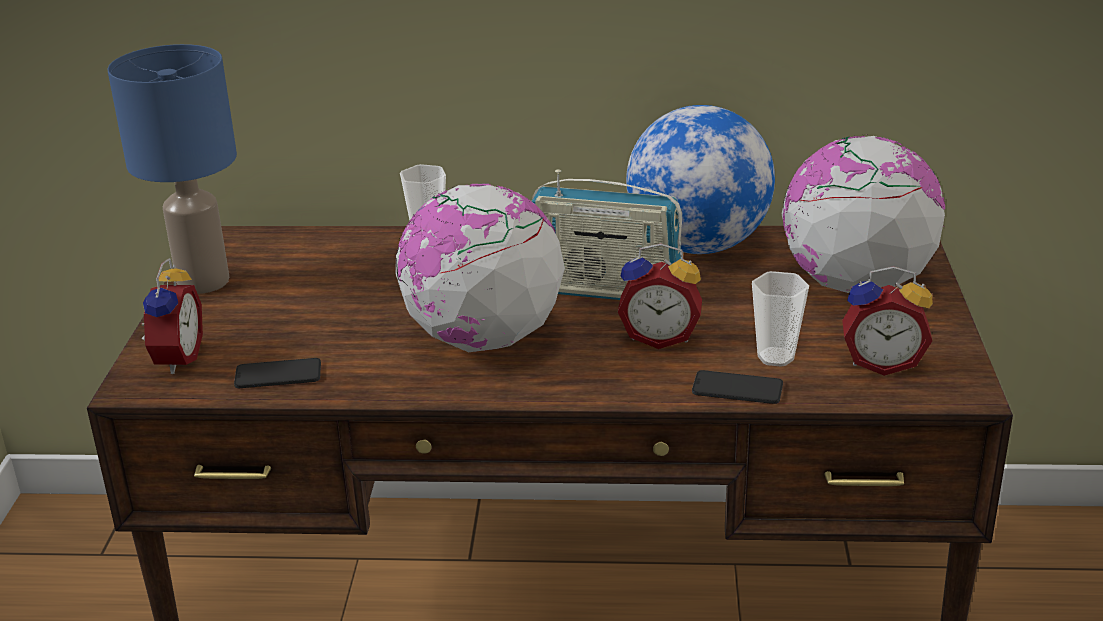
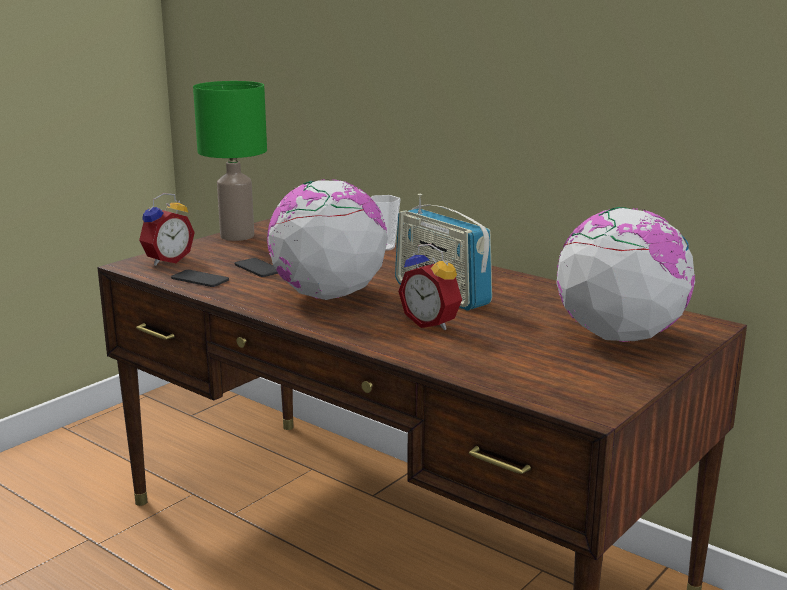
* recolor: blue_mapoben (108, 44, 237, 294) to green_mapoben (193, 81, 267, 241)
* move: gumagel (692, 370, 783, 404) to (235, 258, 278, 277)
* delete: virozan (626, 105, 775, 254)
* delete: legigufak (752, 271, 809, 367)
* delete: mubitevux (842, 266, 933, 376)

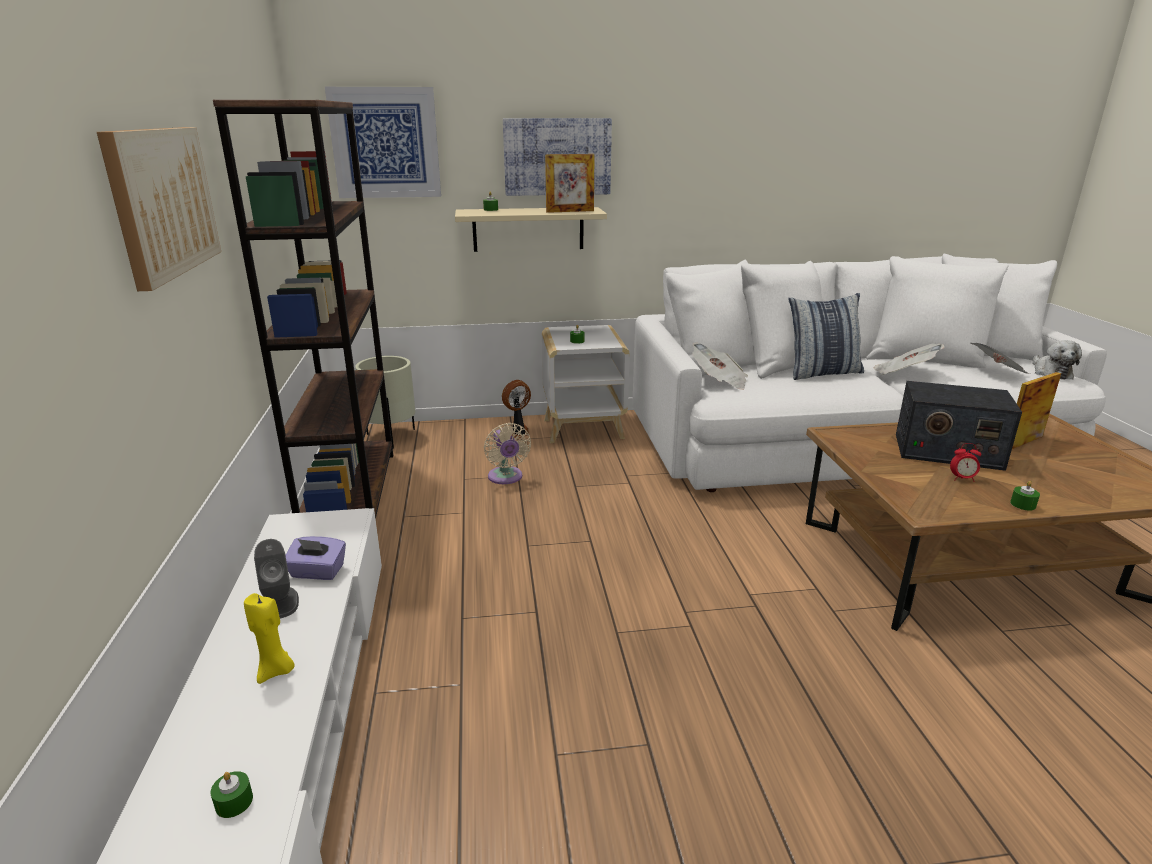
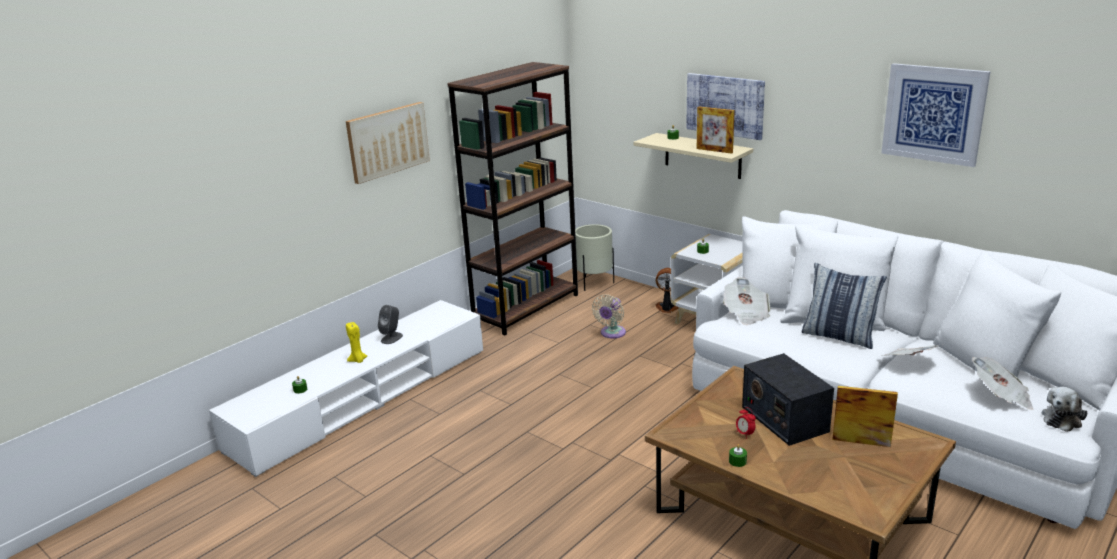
* move: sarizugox (325, 87, 441, 198) to (882, 63, 990, 167)
* delete: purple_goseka (286, 536, 346, 580)

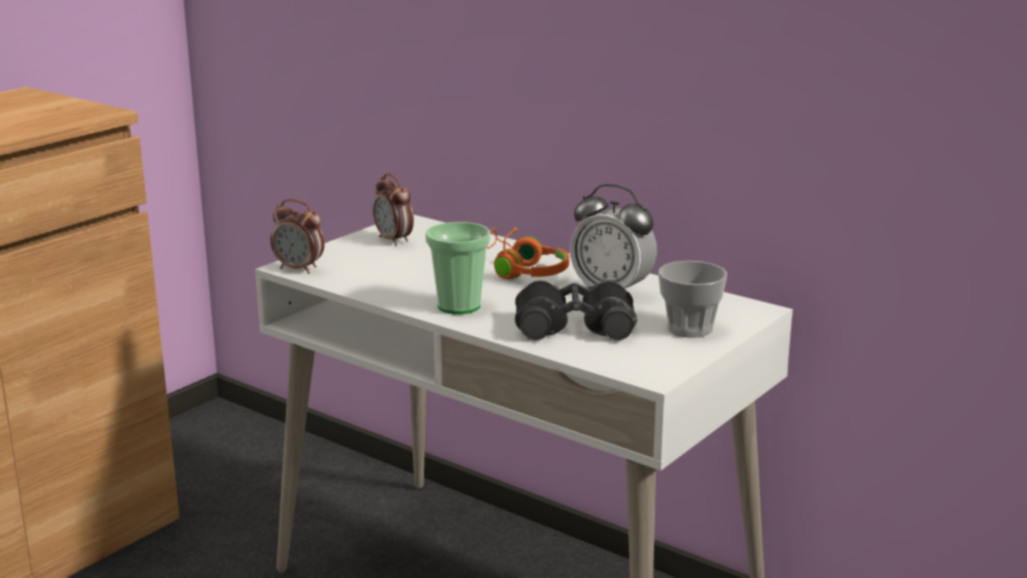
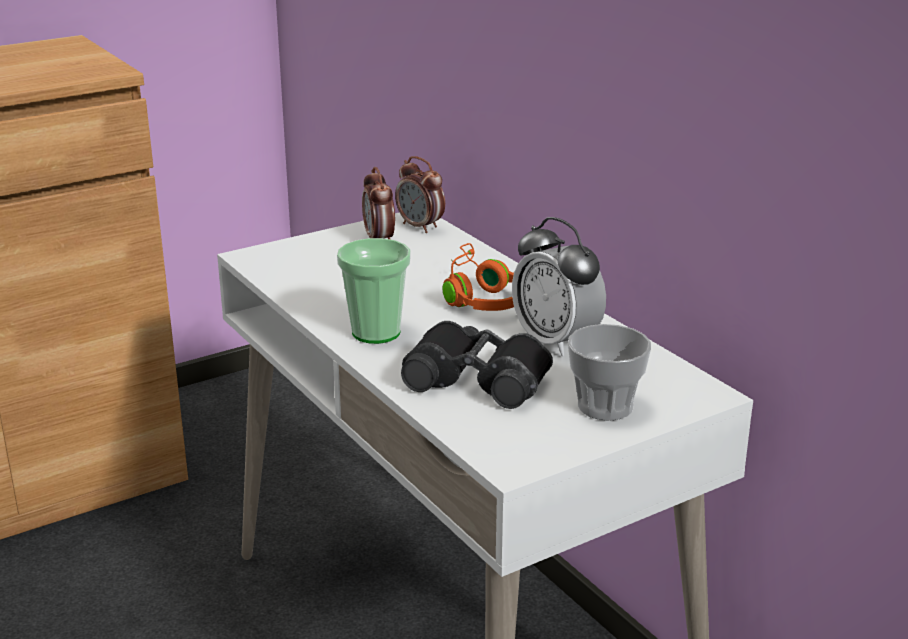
* move: mubitevux (270, 199, 325, 274) to (395, 156, 445, 233)

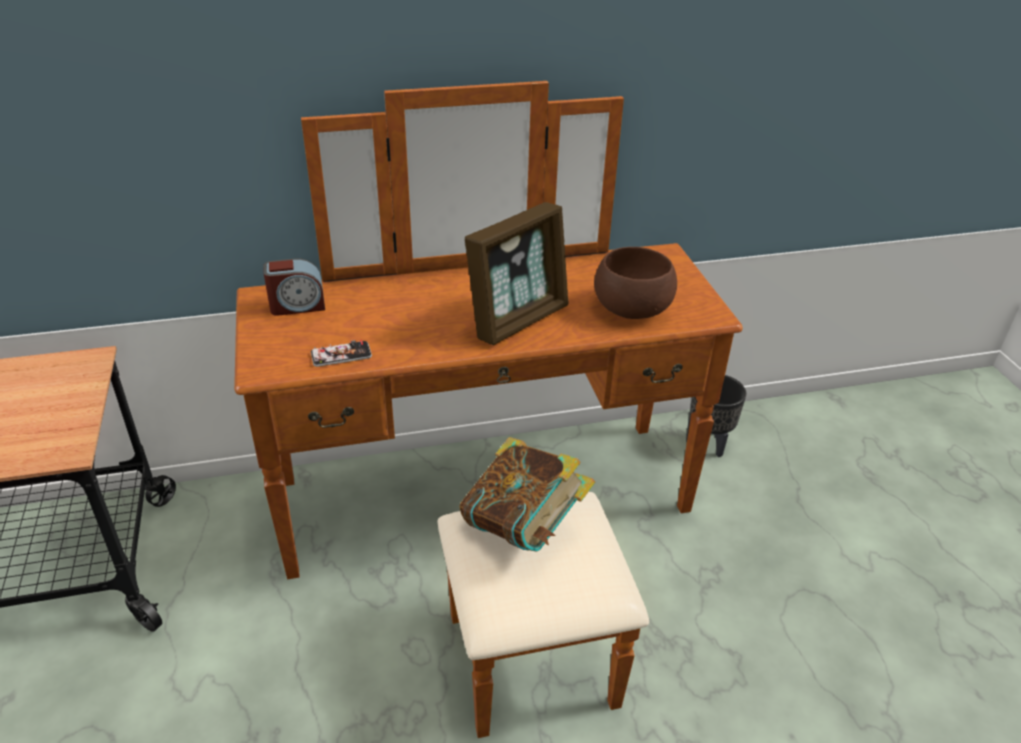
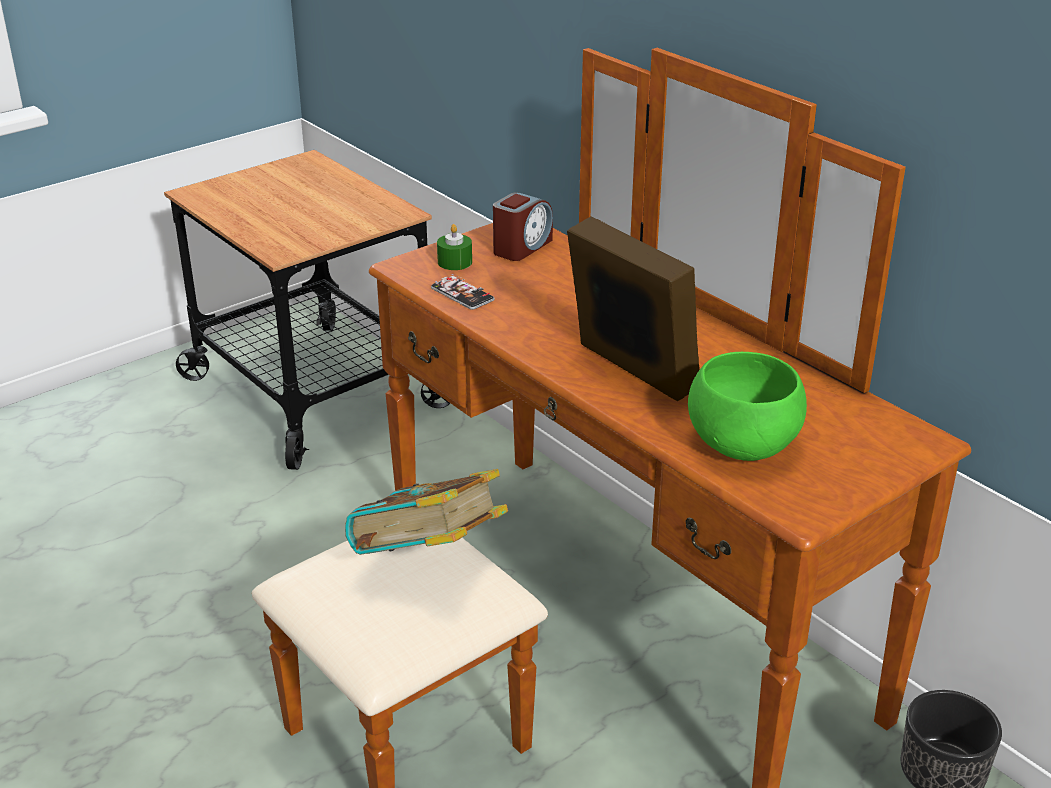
* insert: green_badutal (437, 224, 472, 270)
* rotate: mubitevux (263, 258, 325, 316) = (493, 192, 553, 261) 105 degrees counterclockwise
* rotate: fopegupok (465, 202, 568, 345) = (567, 216, 699, 401) 150 degrees counterclockwise
* recolor: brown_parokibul (594, 247, 677, 319) to green_parokibul (688, 352, 807, 461)

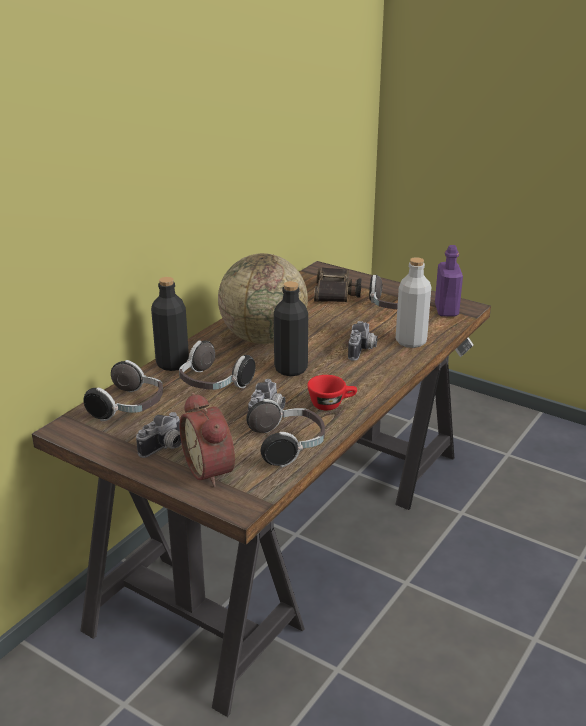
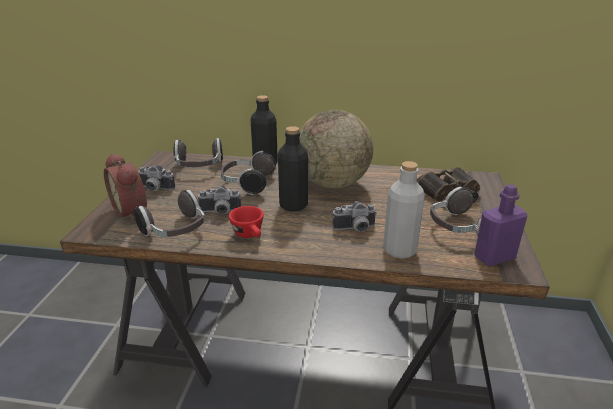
* rotate: mubitevux (180, 393, 235, 487) = (104, 153, 147, 221) 75 degrees counterclockwise

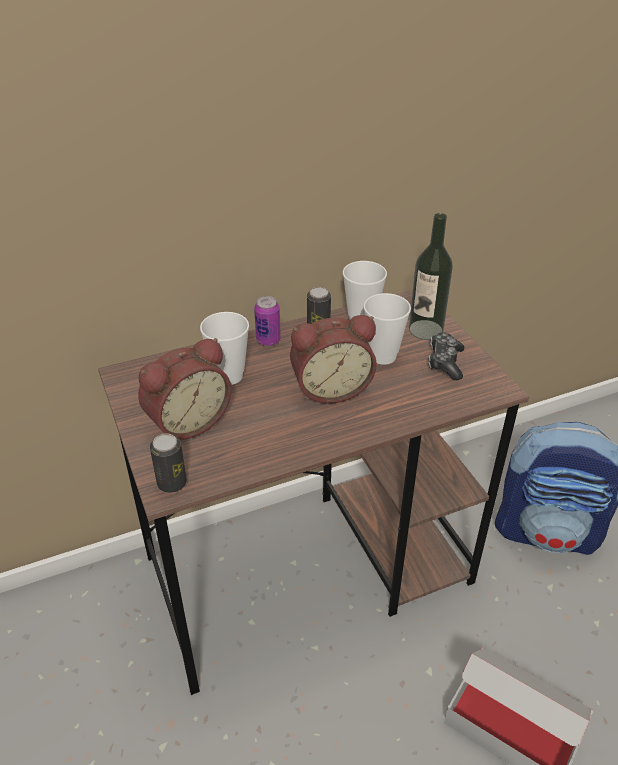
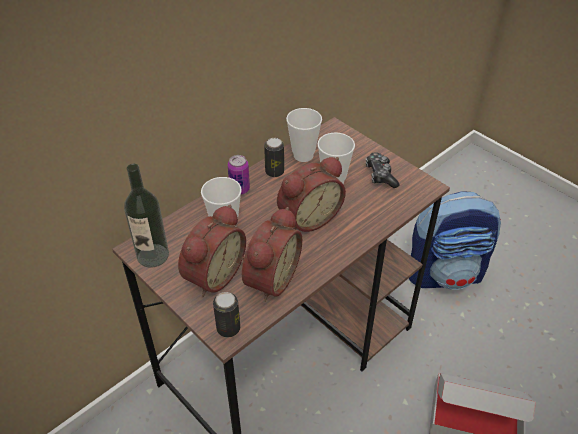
* move: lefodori (409, 213, 453, 340) to (124, 164, 169, 268)
* insert: mubitevux (242, 207, 302, 302)

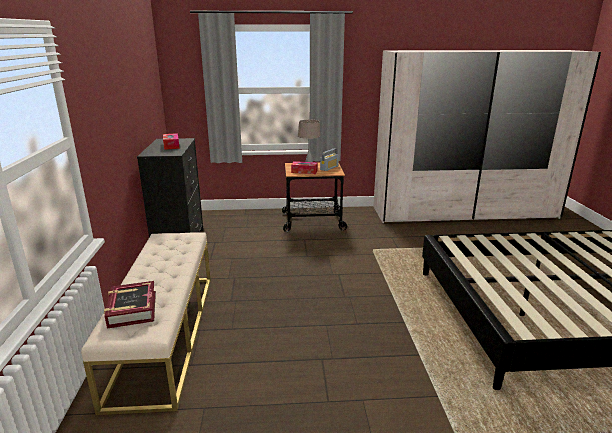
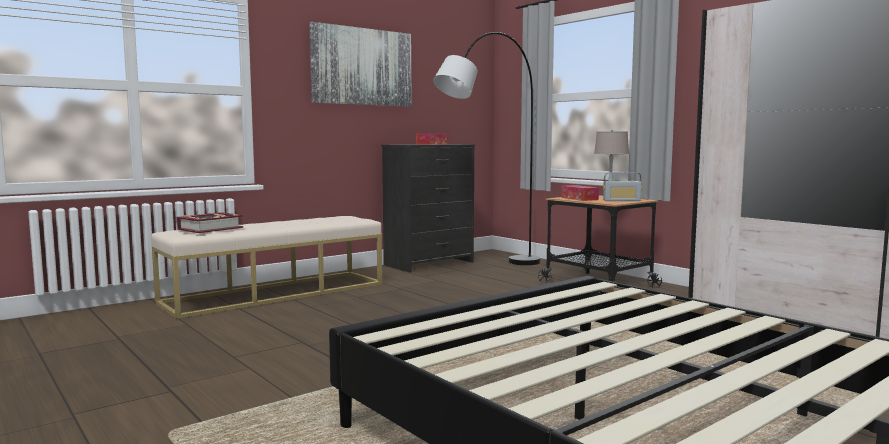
* insert: sarizugox (309, 22, 412, 106)
* insert: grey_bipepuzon (433, 32, 540, 265)

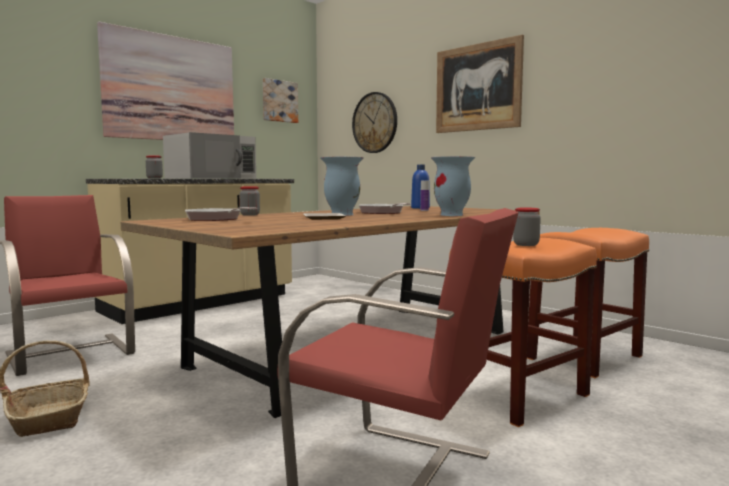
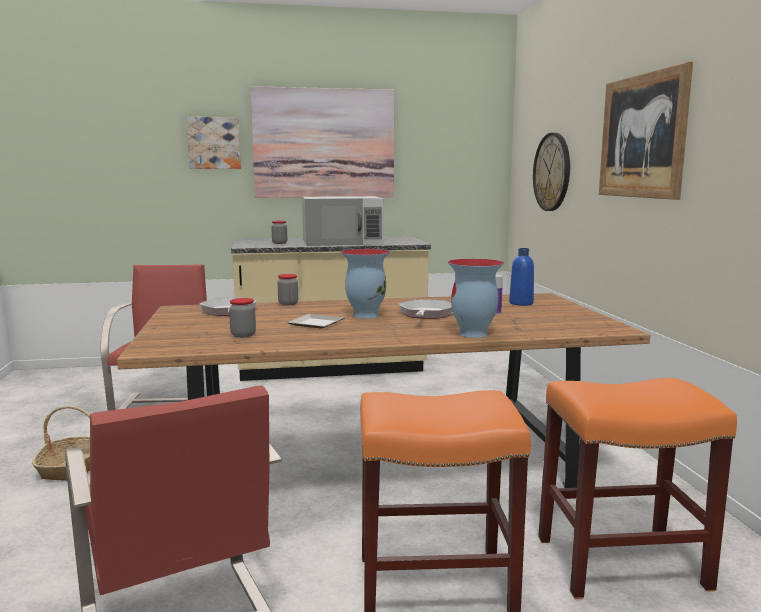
* move: sarizugox (263, 78, 298, 123) to (187, 117, 241, 169)
* move: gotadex (513, 208, 541, 246) to (229, 298, 256, 338)

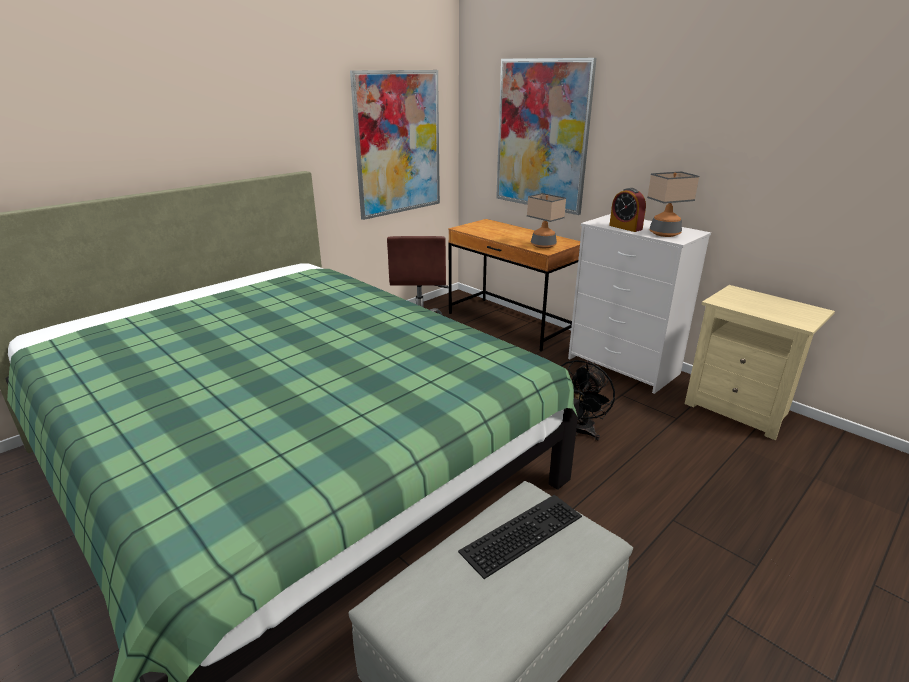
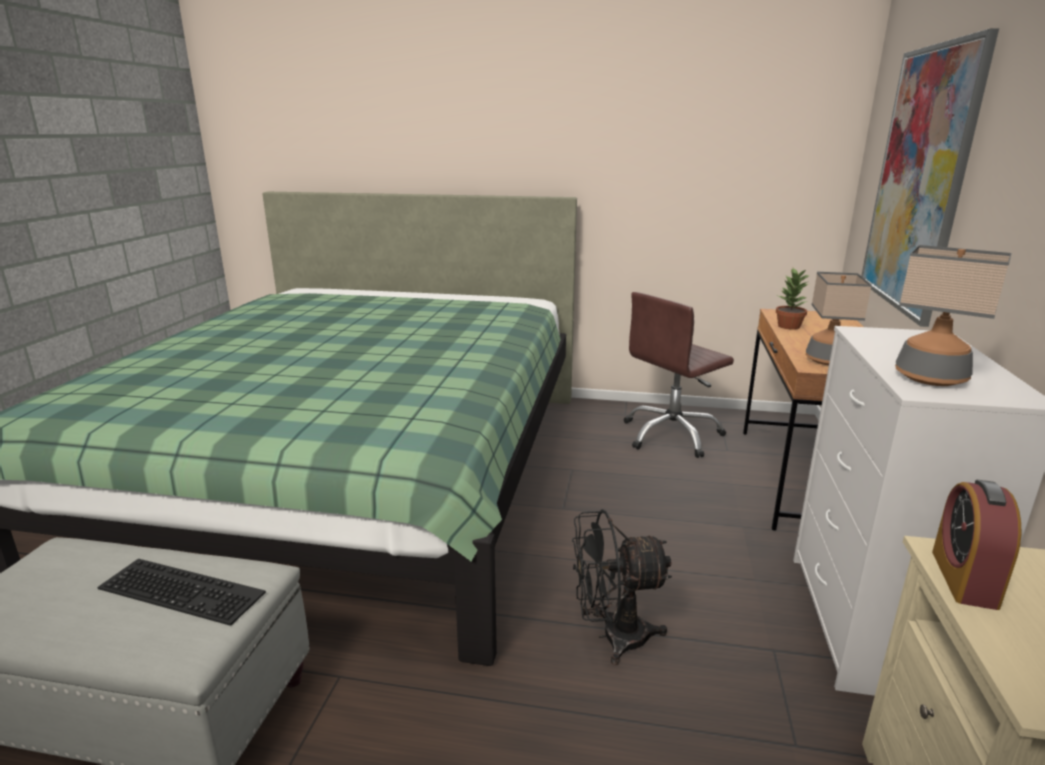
* insert: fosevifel (776, 268, 810, 330)
* move: mubitevux (609, 188, 646, 232) to (932, 480, 1021, 610)
* delete: sarizugox (350, 70, 440, 220)

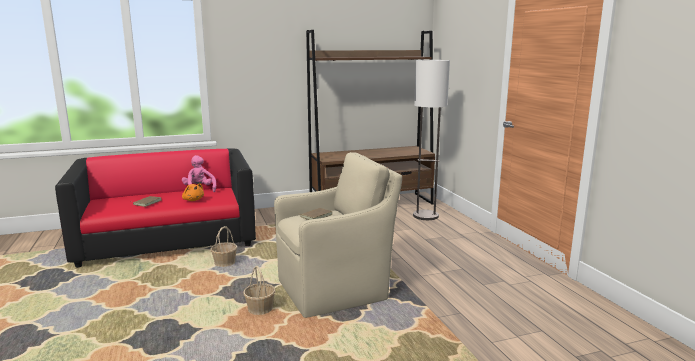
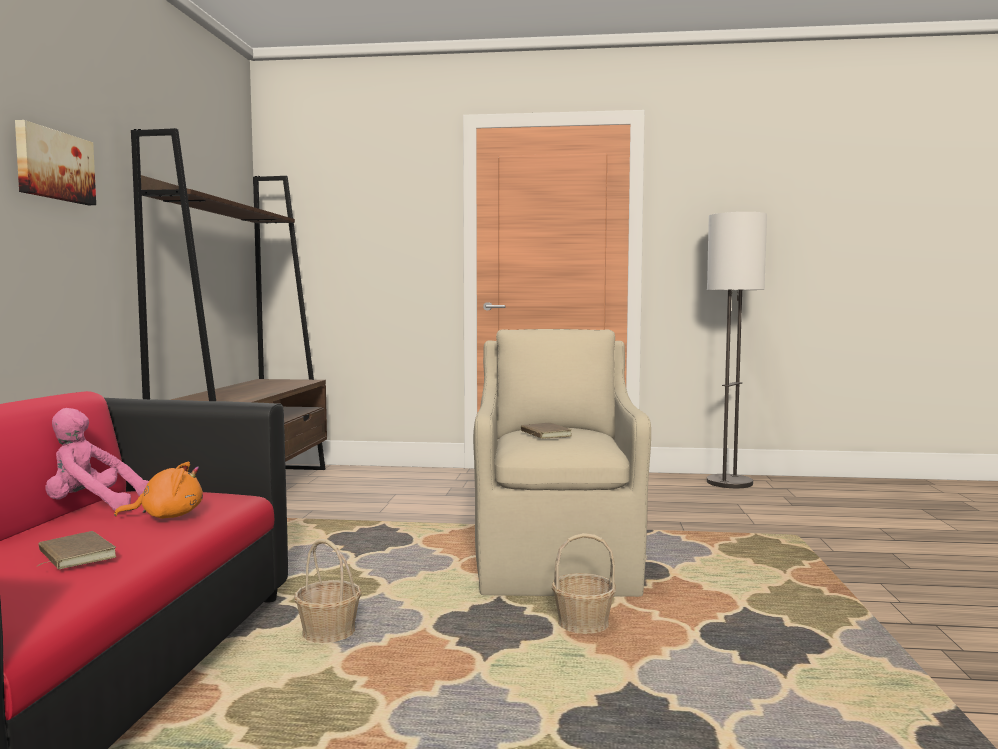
* insert: sarizugox (15, 120, 96, 205)
* move: bipepuzon (413, 60, 450, 220) to (707, 212, 767, 488)

